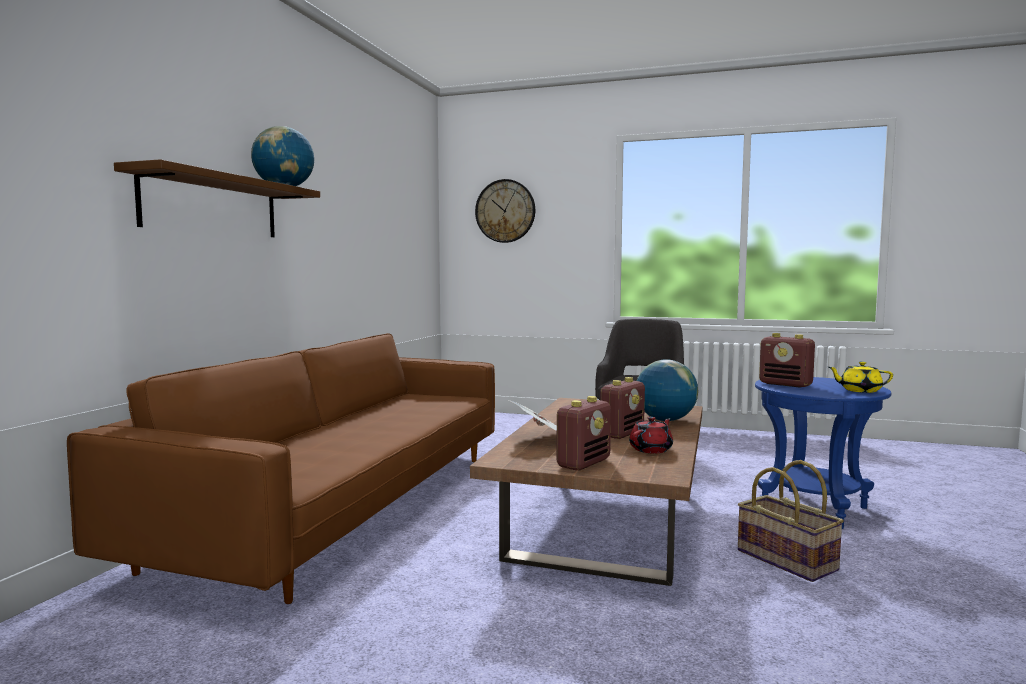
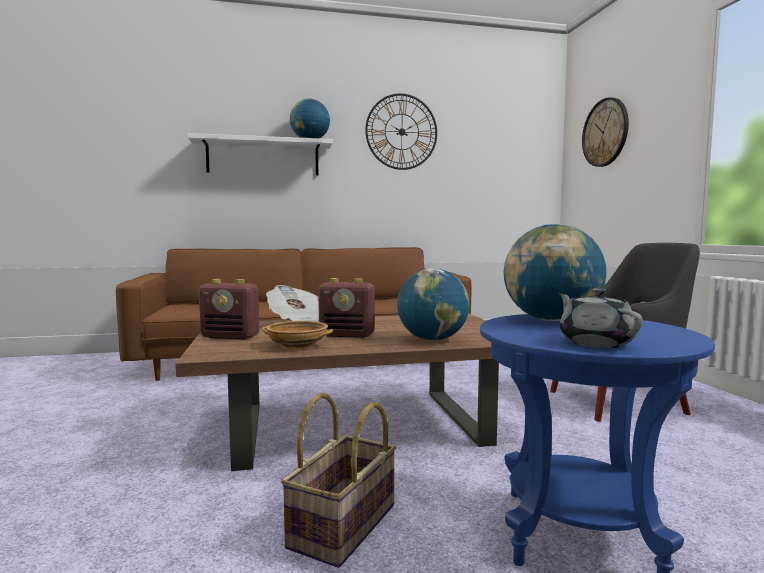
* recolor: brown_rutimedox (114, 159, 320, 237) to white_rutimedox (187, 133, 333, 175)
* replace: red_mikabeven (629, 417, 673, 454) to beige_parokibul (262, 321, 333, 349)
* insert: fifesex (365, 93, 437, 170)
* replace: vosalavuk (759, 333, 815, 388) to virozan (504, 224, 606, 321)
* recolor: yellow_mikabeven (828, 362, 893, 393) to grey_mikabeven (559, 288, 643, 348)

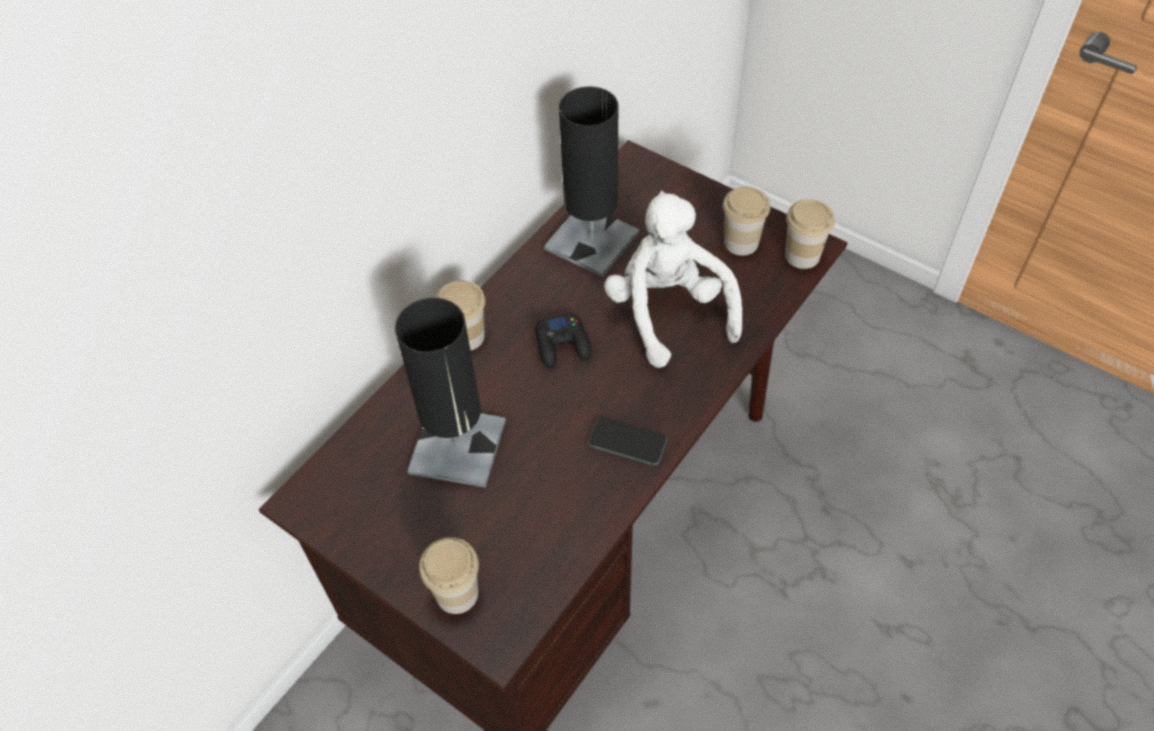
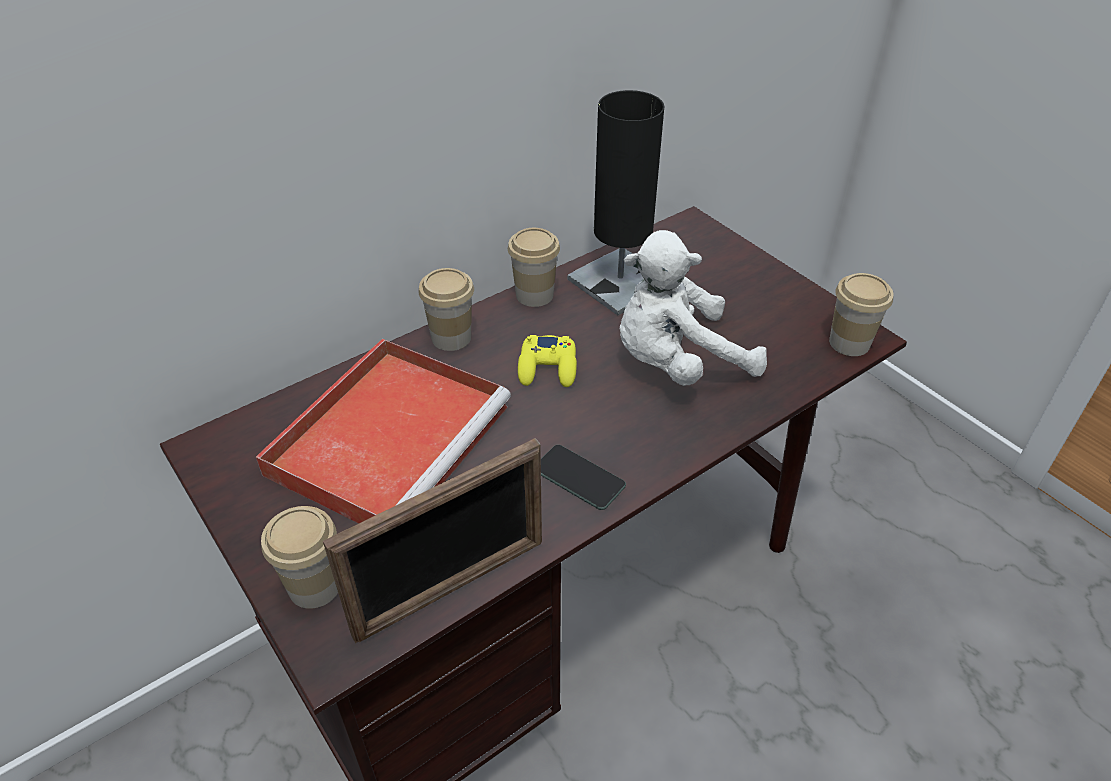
* replace: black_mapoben (395, 298, 506, 488) to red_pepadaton (256, 339, 511, 523)
* insert: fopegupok (323, 438, 542, 643)
* move: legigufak (723, 187, 770, 256) to (508, 228, 560, 307)
* recolor: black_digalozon (535, 312, 591, 368) to yellow_digalozon (518, 335, 577, 387)
* rotate: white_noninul (604, 191, 742, 368) = (620, 230, 767, 386) 105 degrees counterclockwise

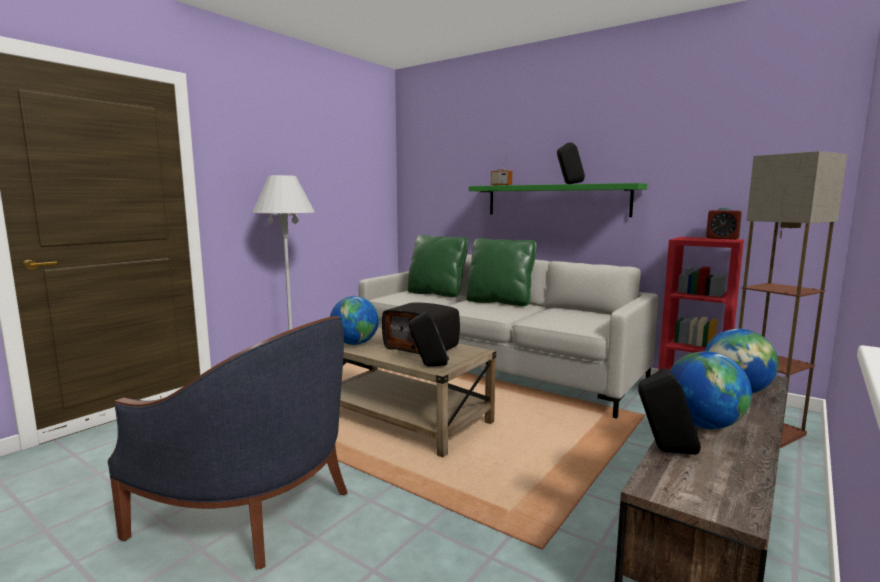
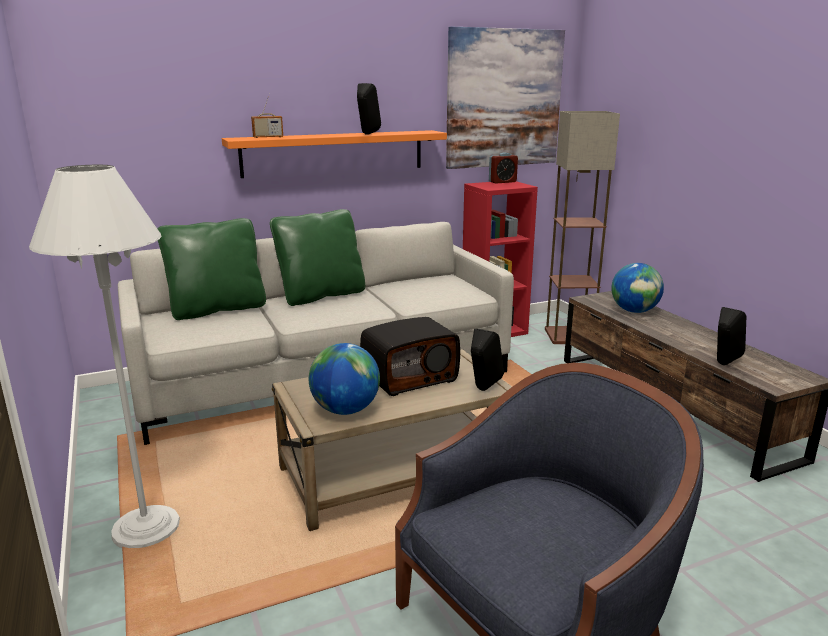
* recolor: green_rutimedox (469, 183, 647, 217) to orange_rutimedox (222, 130, 447, 178)
* insert: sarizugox (446, 27, 565, 169)
* delete: virozan (670, 351, 752, 429)

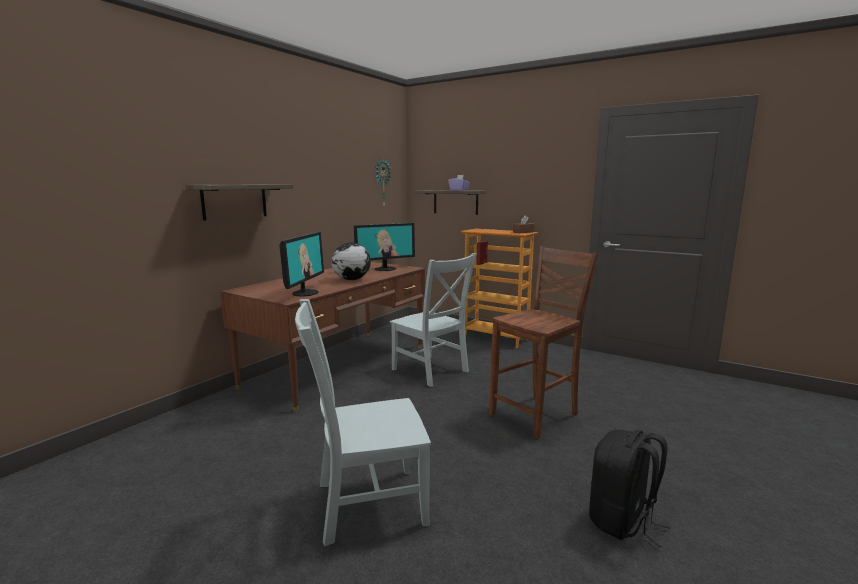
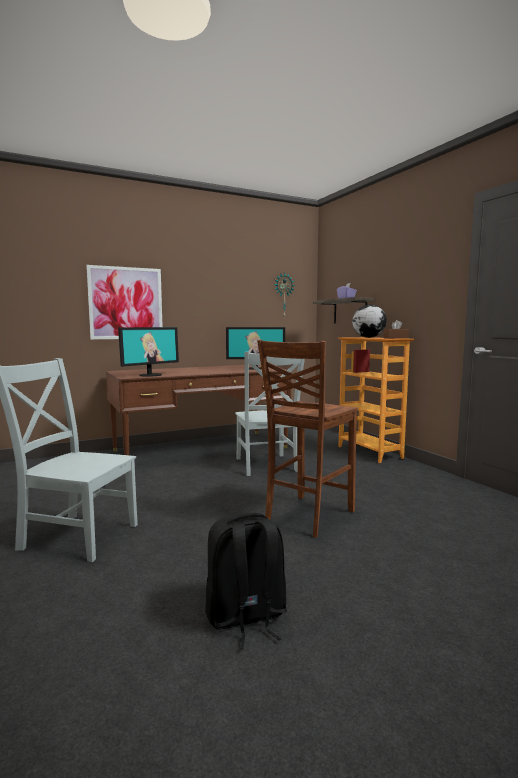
* replace: rutimedox (186, 185, 293, 221) to sarizugox (86, 265, 163, 339)
* rotate: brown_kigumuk (489, 246, 598, 439) = (257, 340, 358, 538) 135 degrees clockwise
* move: virozan (332, 242, 371, 280) to (352, 304, 387, 338)

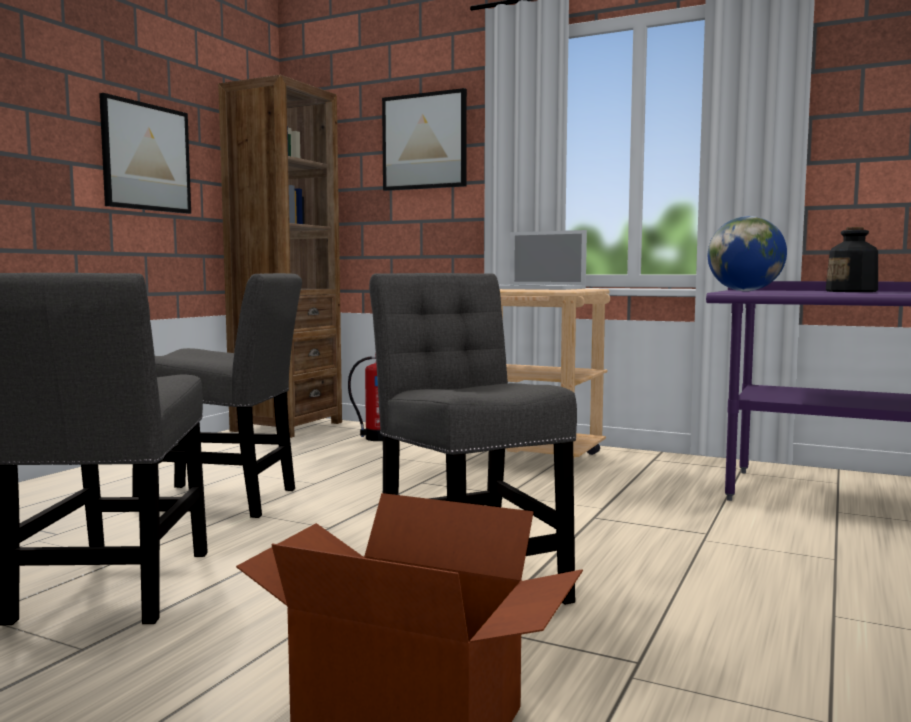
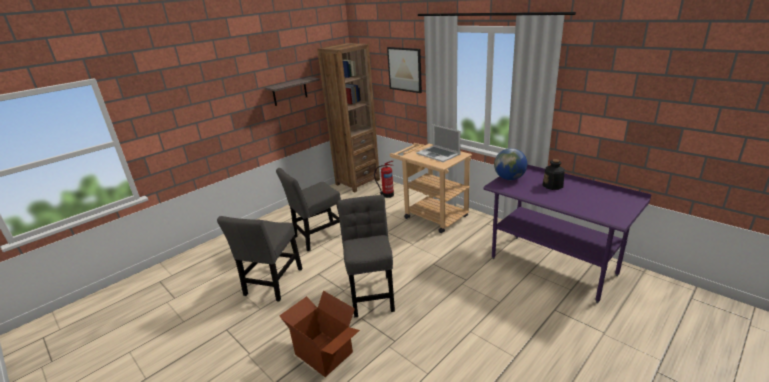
* replace: sarizugox (99, 93, 191, 214) to rutimedox (265, 77, 320, 106)
* rotate: grey_kigumuk (132, 273, 302, 518) = (276, 168, 341, 251) 120 degrees clockwise

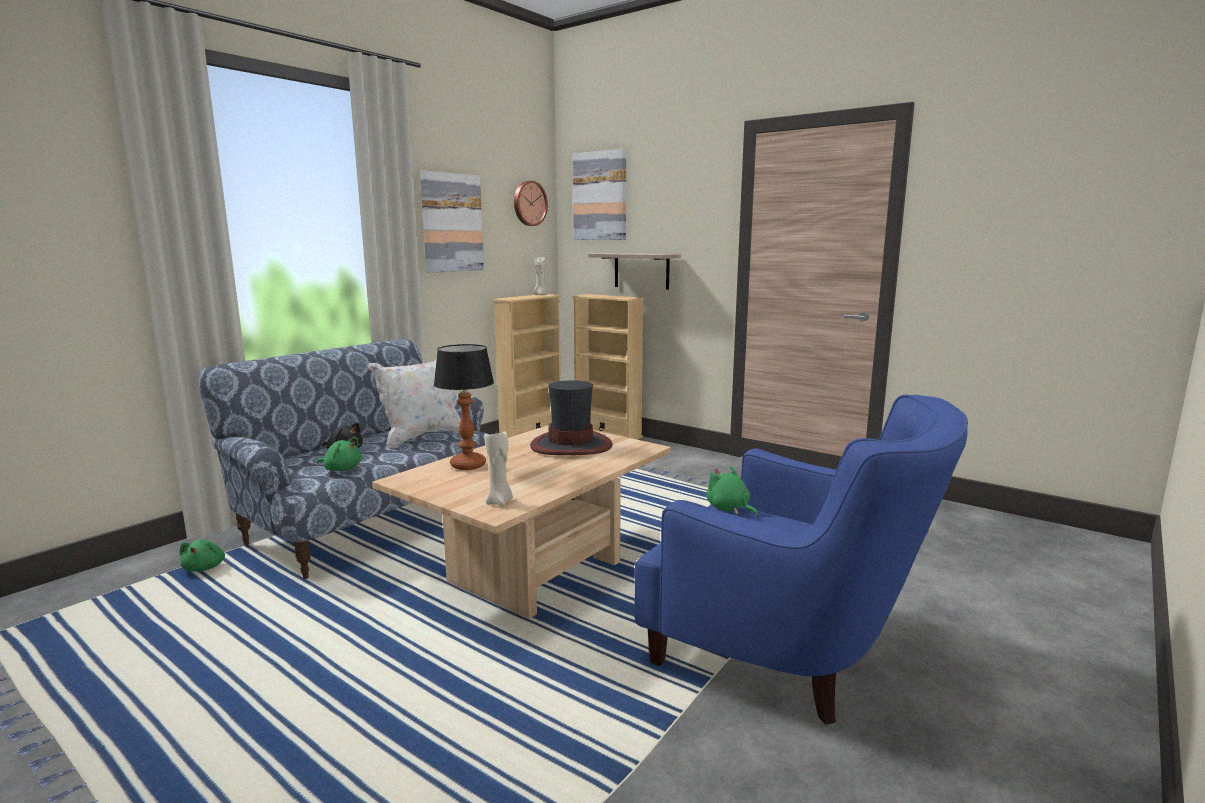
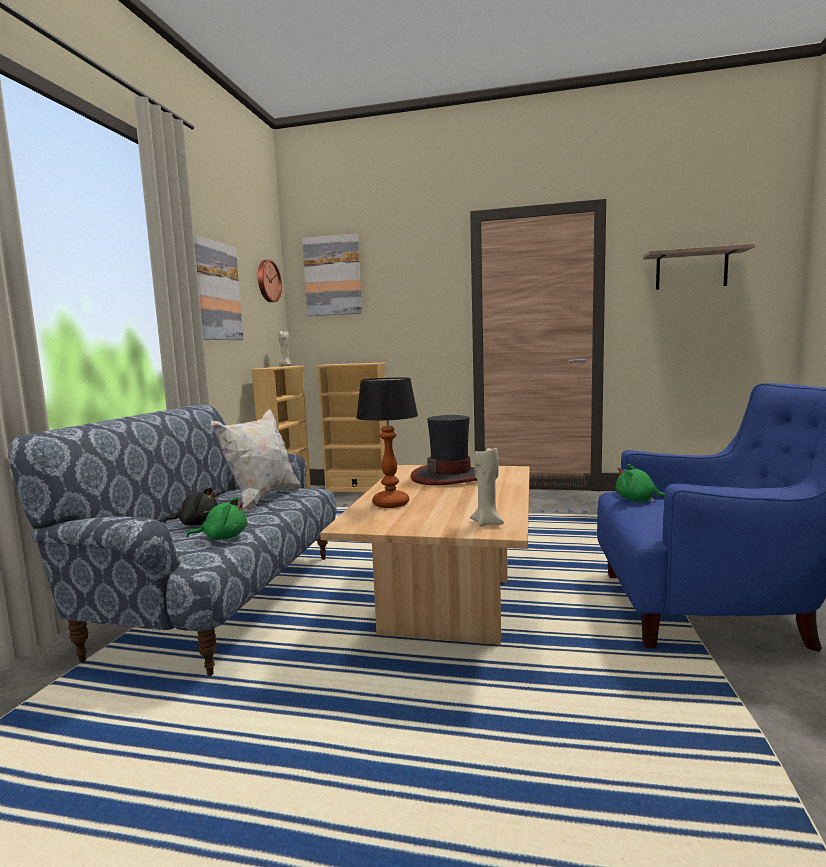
* move: rutimedox (588, 253, 681, 290) to (643, 244, 755, 290)
* delete: green_noninul (180, 540, 225, 572)

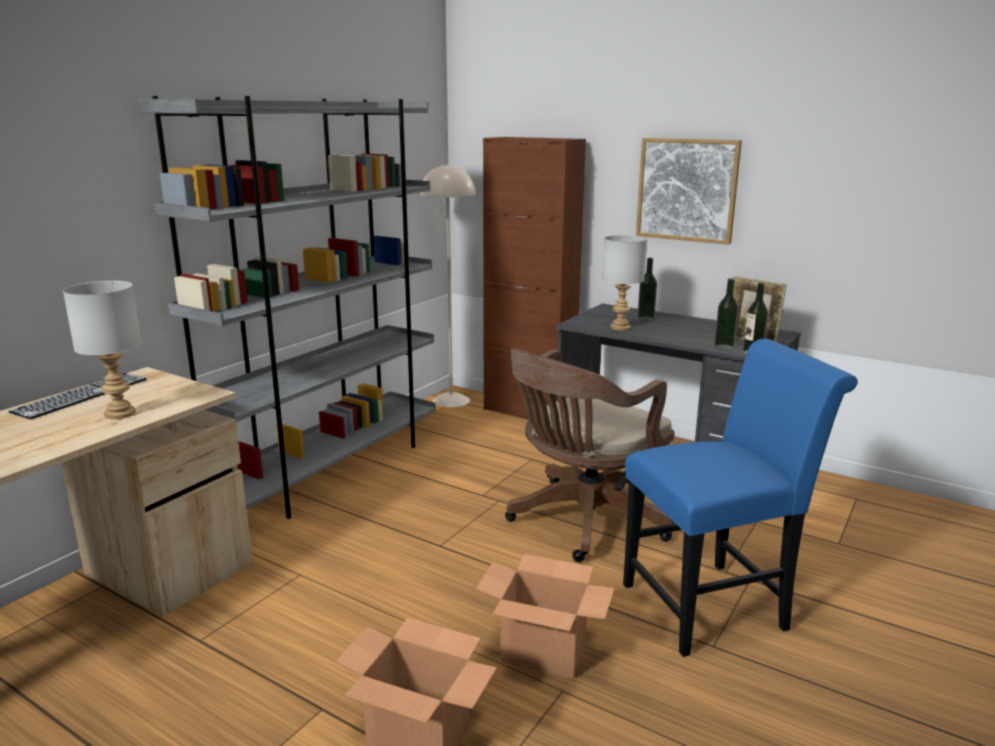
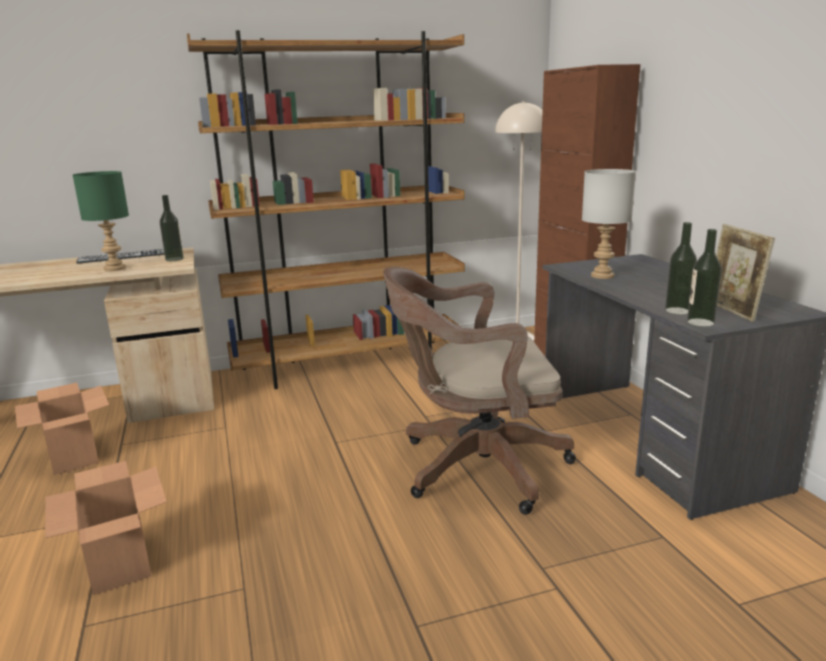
* move: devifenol (476, 554, 615, 679) to (15, 383, 109, 475)
* recolor: grey_mapoben (63, 281, 142, 419) to green_mapoben (73, 171, 129, 271)
* move: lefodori (637, 258, 657, 321) to (160, 195, 184, 261)
* recolor: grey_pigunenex (138, 96, 436, 519) to brown_pigunenex (187, 30, 465, 389)
* delete: blue_kigumuk (623, 339, 858, 657)
* delete: sarizugox (636, 138, 742, 245)

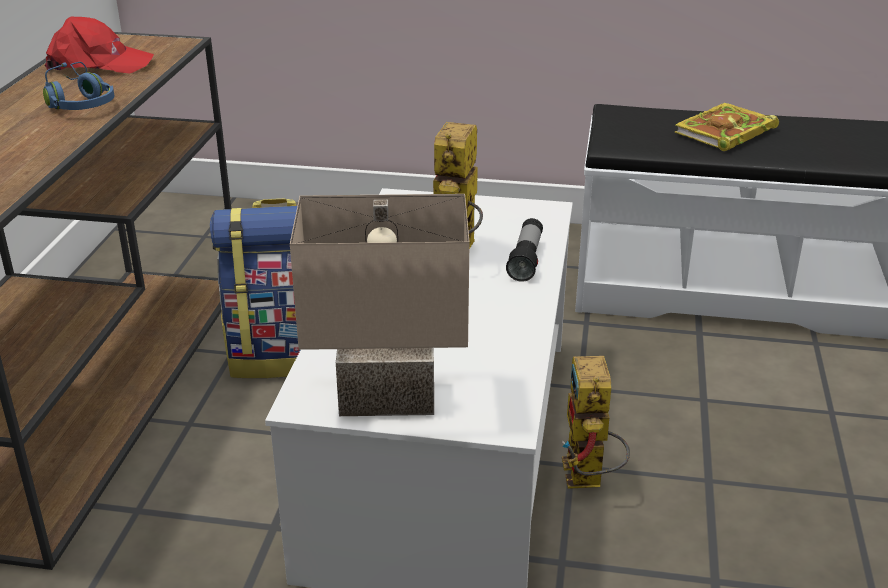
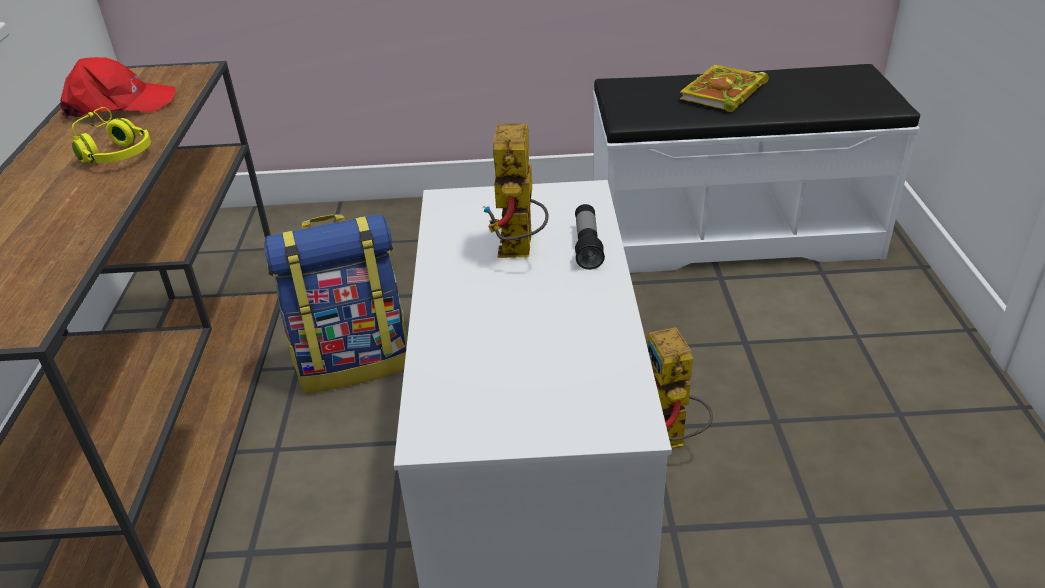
* recolor: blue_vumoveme (43, 62, 114, 110) to yellow_vumoveme (72, 107, 151, 163)
* delete: beige_mapoben (290, 194, 470, 416)

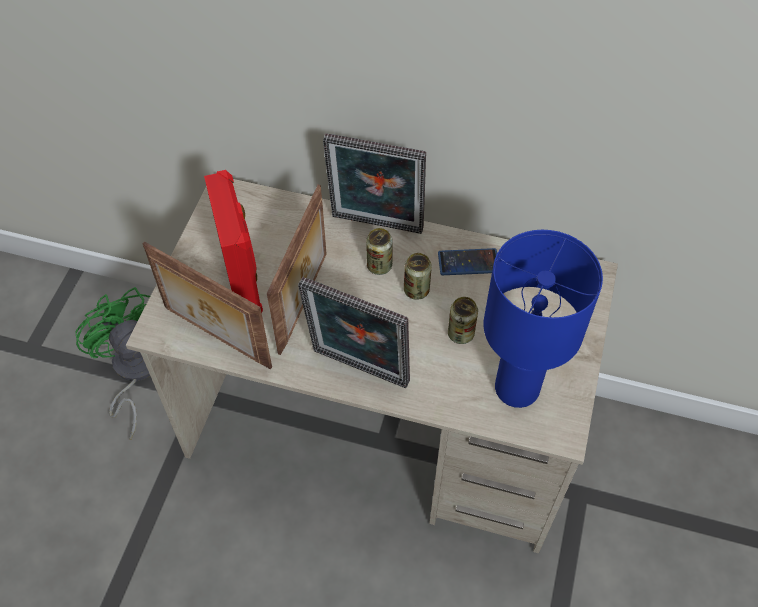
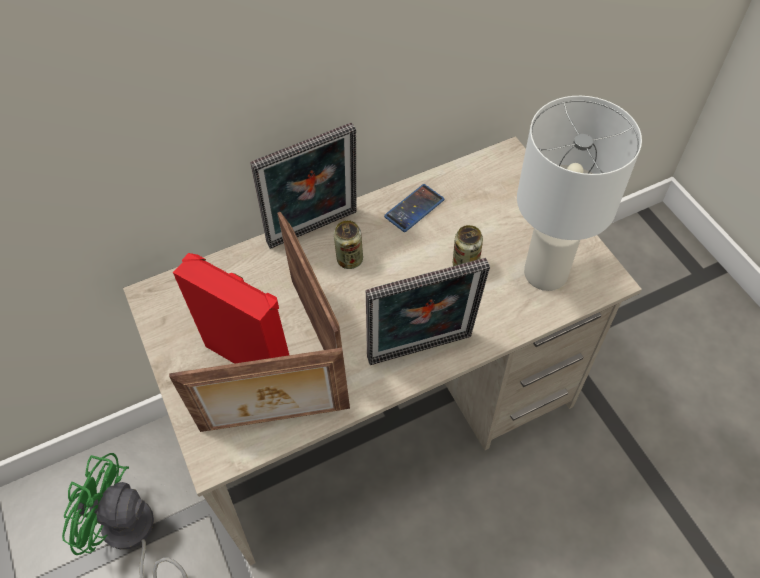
* recolor: blue_mapoben (484, 230, 603, 408) to white_mapoben (517, 96, 642, 291)
* delete: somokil (404, 253, 432, 300)

